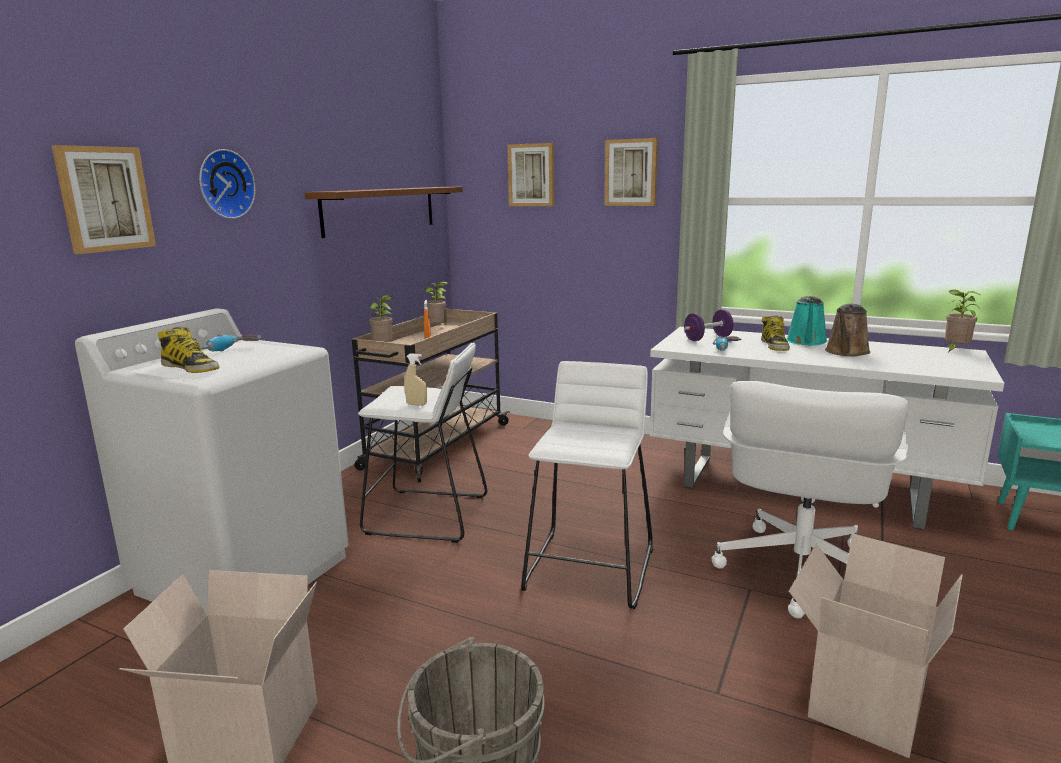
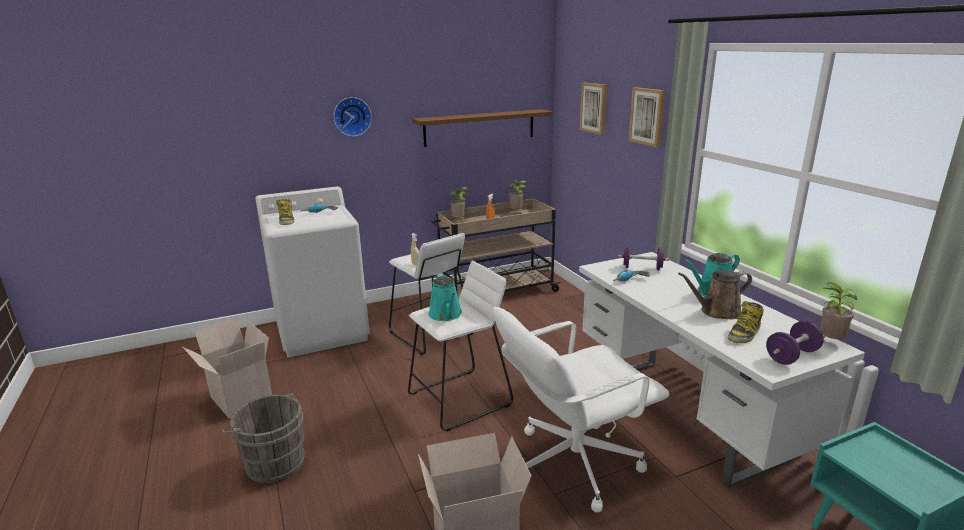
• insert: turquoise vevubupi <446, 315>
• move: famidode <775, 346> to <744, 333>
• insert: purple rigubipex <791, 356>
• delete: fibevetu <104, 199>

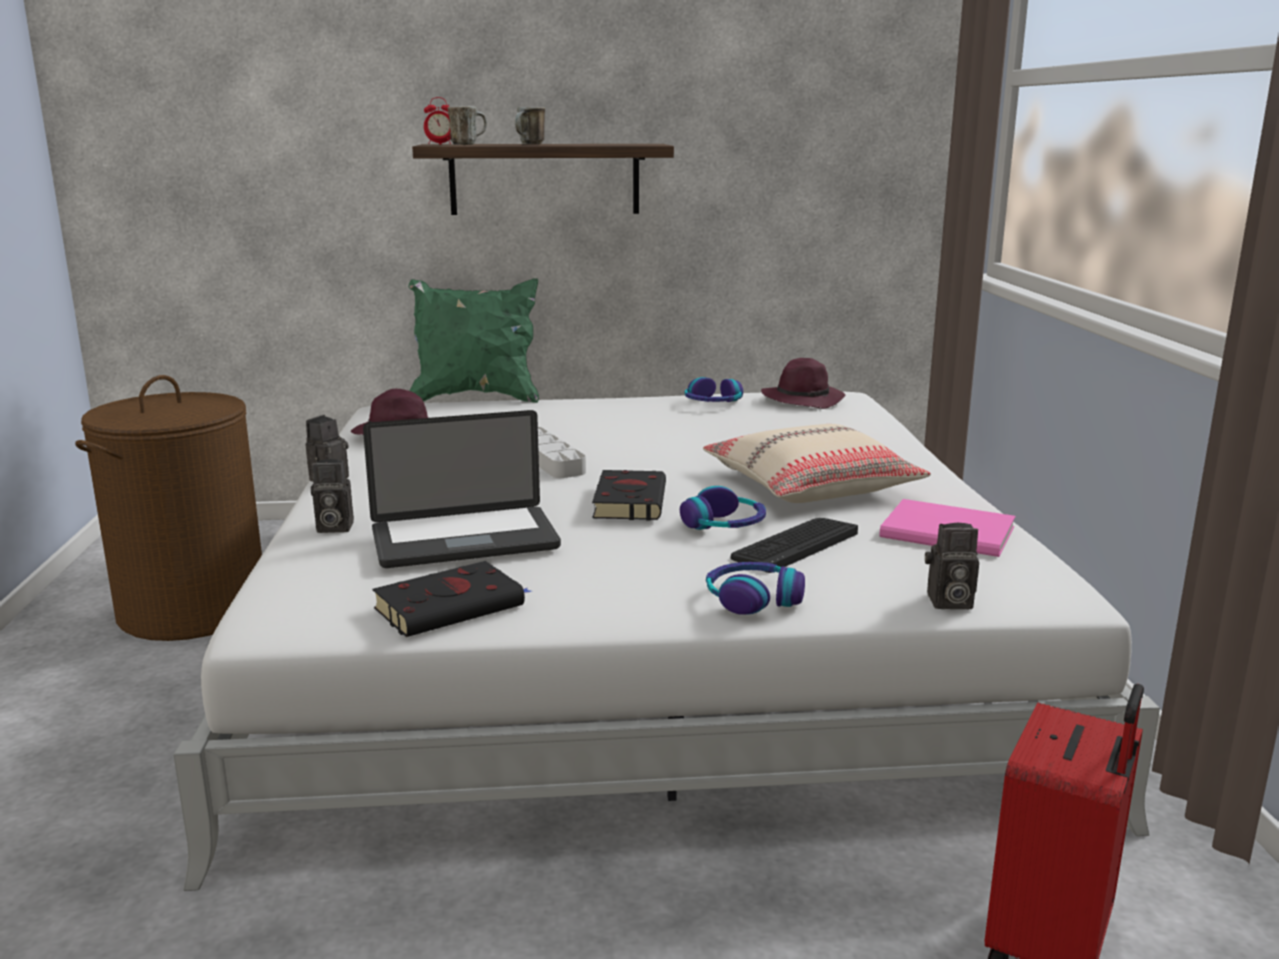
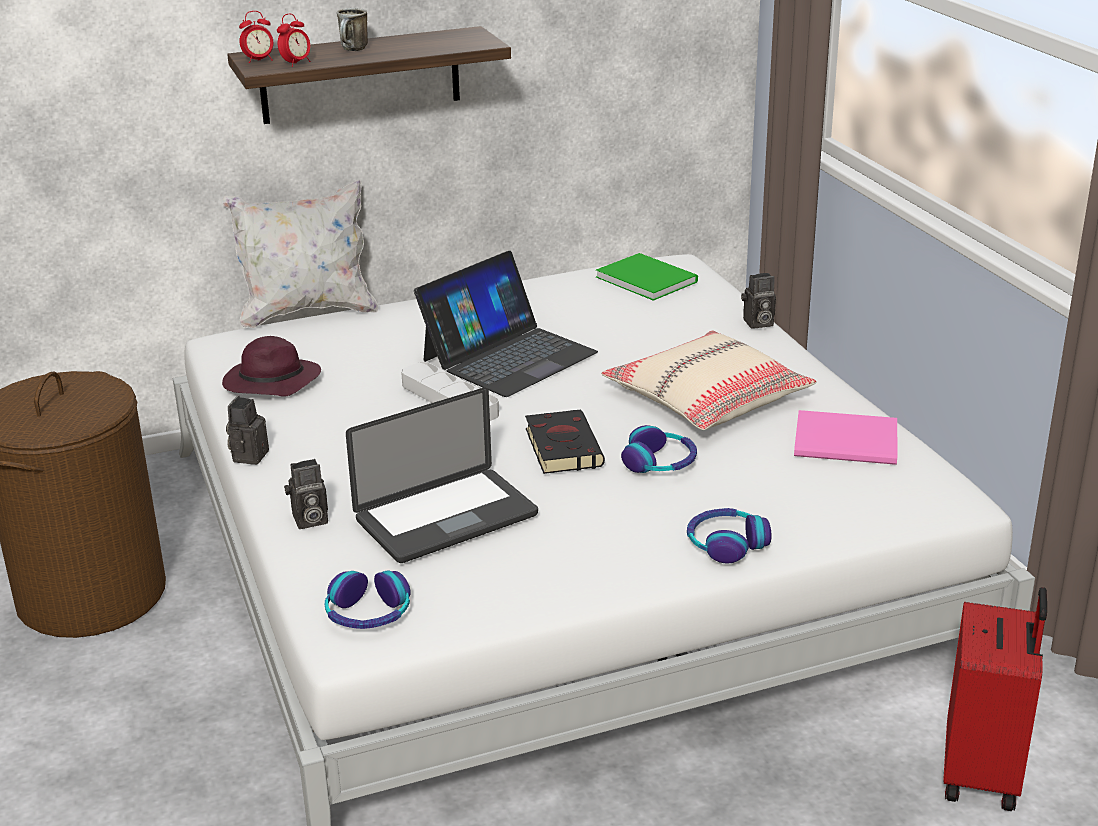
• recolor: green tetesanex <476, 397> to white tetesanex <307, 312>
• replace: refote <468, 144> to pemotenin <296, 63>
• move: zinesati <713, 403> to <368, 614>
• insert: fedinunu <508, 356>
• replace: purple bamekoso <803, 399> to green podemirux <646, 278>
• move: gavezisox <947, 602> to <757, 323>
• delete: black podemirux <453, 606>
• delete: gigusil <794, 545>

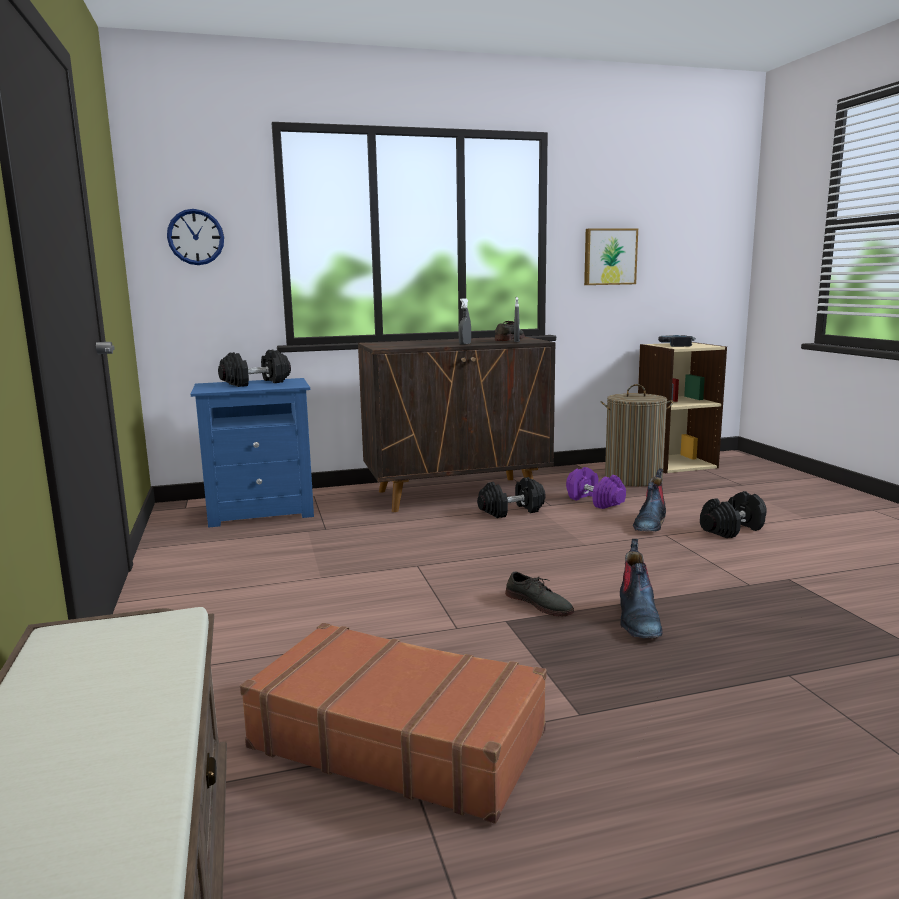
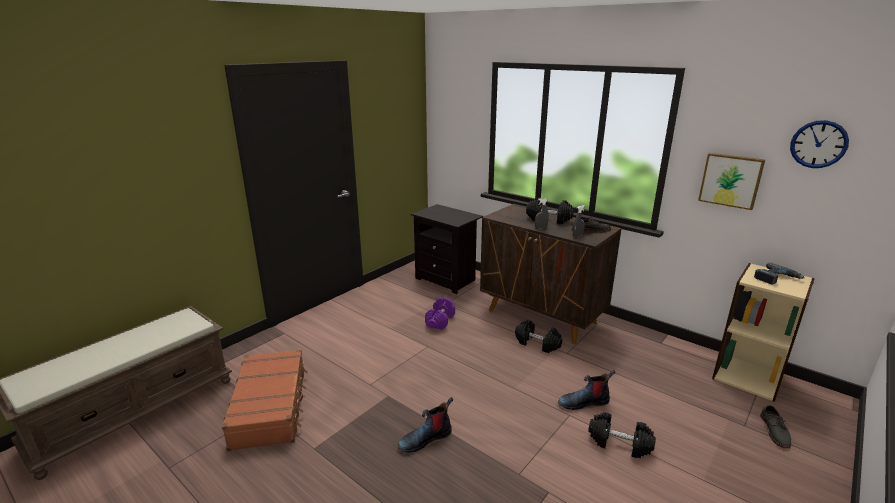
• recolor: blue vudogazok <262, 511> to black vudogazok <447, 279>
• move: purple rigubipex <595, 501> to <440, 321>
• move: black rigubipex <256, 383> to <549, 219>
• move: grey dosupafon <539, 603> to <775, 431>
• move: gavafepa <195, 237> to <818, 144>
• delete: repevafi <633, 479>

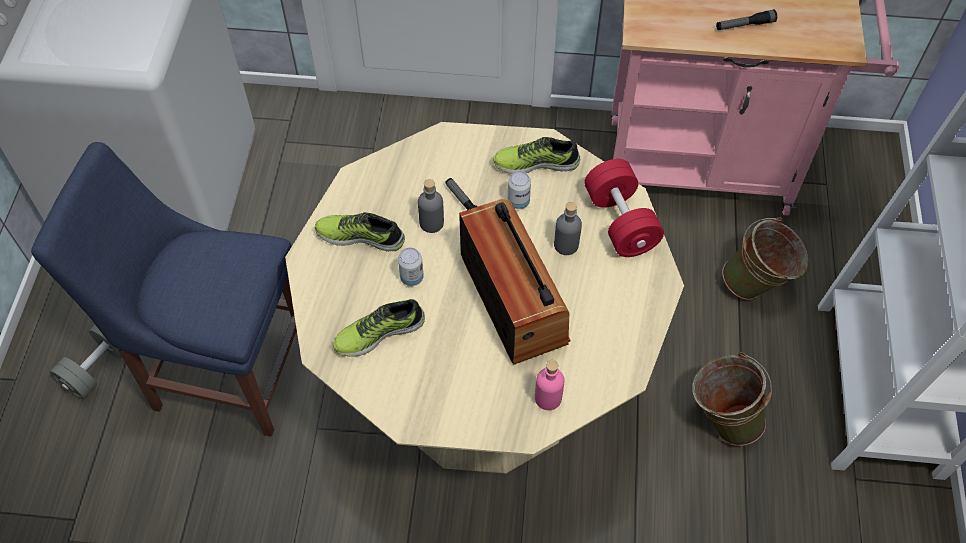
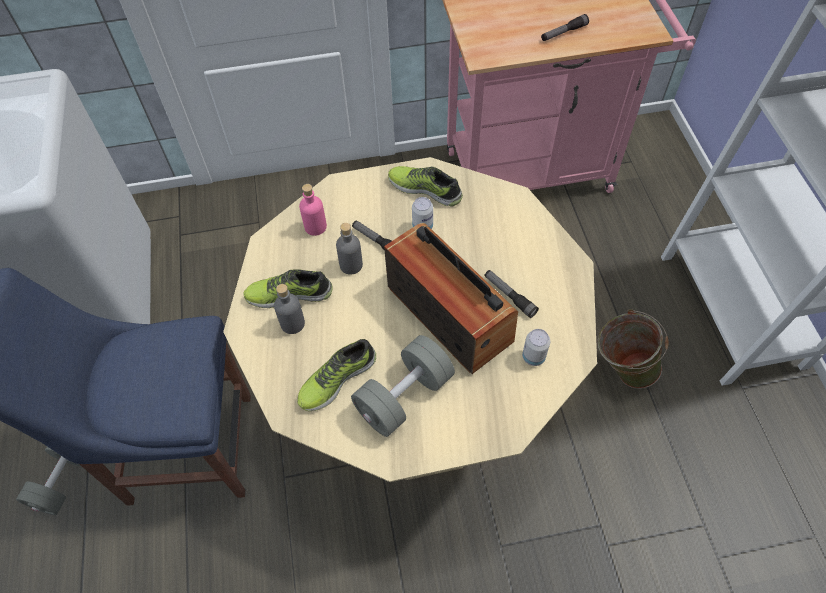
• move: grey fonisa <566, 245> to <292, 323>
• move: pink fonisa <548, 398> to <315, 227>
• insert: grey rigubipex <404, 396>
• rotate: dosupafon <536, 162> = <425, 189> 45 degrees clockwise
• insert: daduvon <509, 296>
• move: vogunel <412, 277> to <533, 357>
• delete: red rigubipex <620, 222>
• delete: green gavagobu <757, 286>

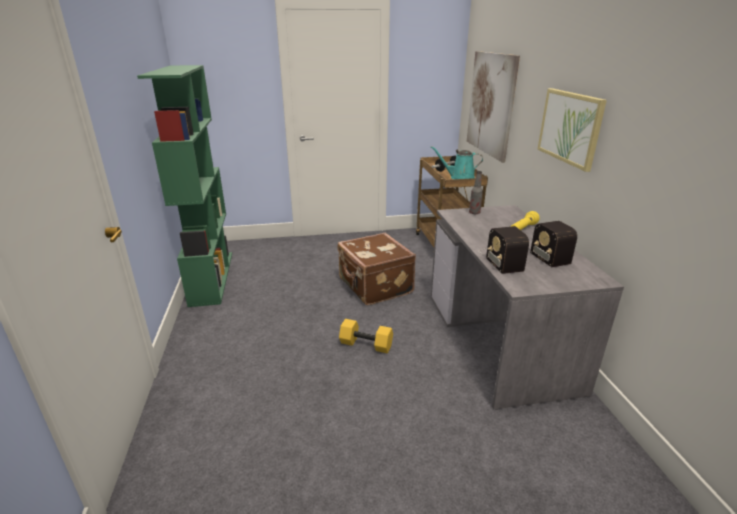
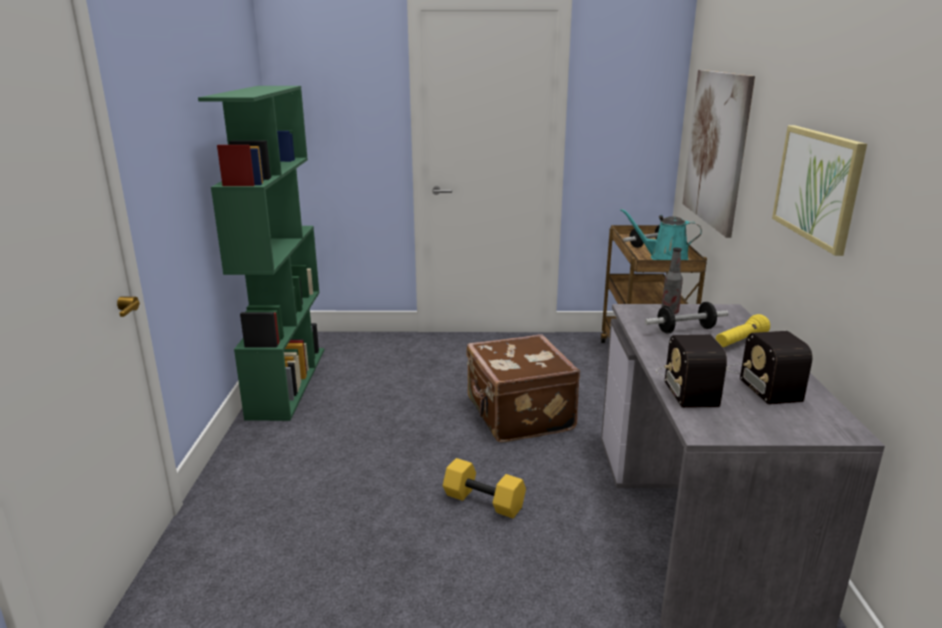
• insert: rigubipex <685, 330>

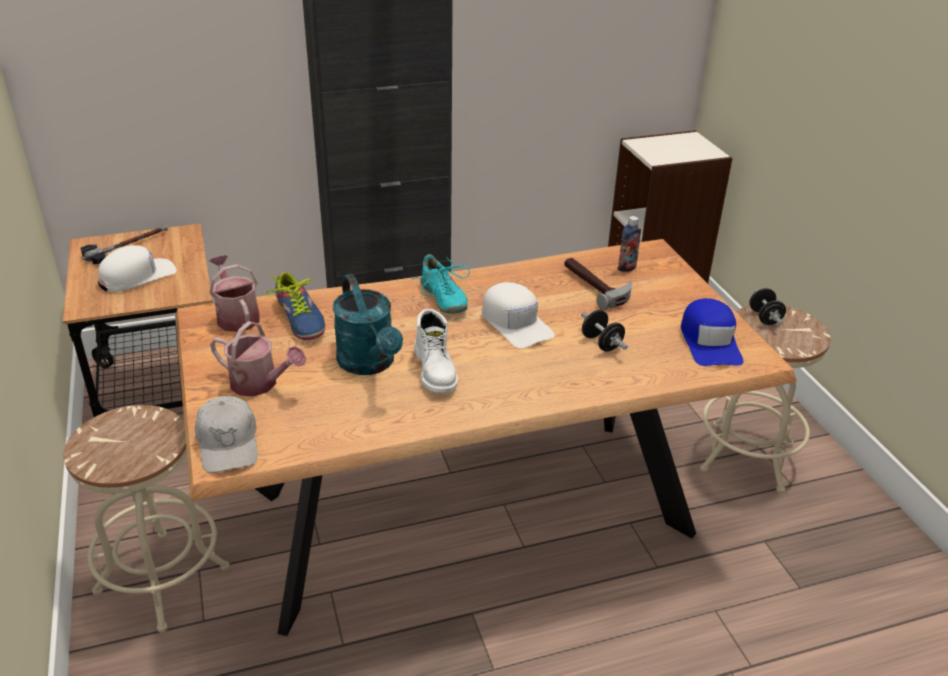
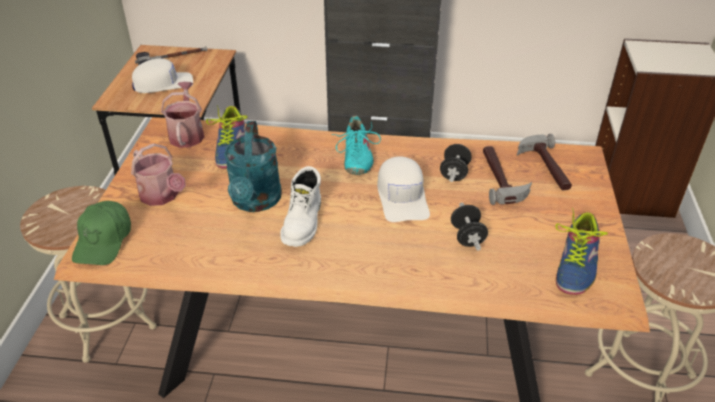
• recolor: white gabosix <228, 443> to green gabosix <104, 241>
• move: black rigubipex <764, 318> to <454, 173>
• replace: fonisa <627, 268> to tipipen <544, 168>
• replace: blue gabosix <709, 341> to dosupafon <576, 264>

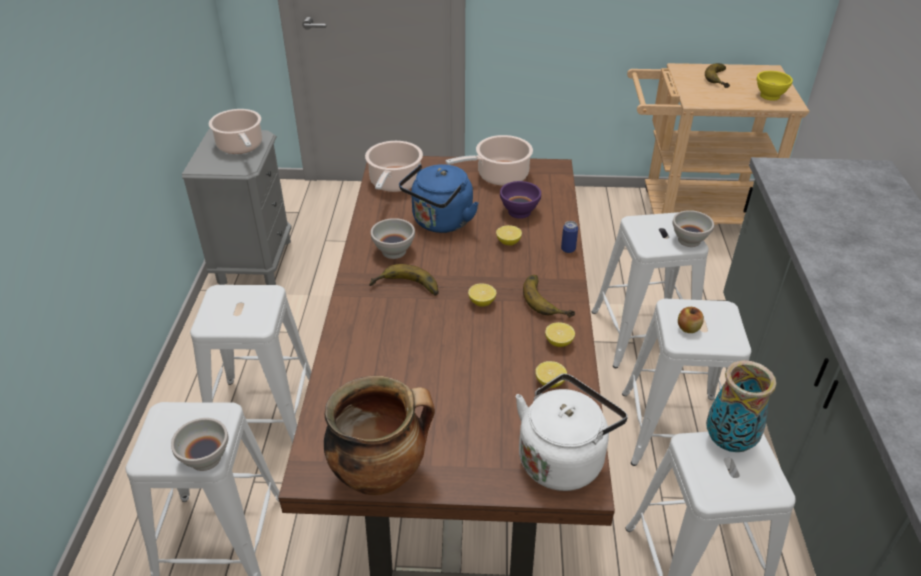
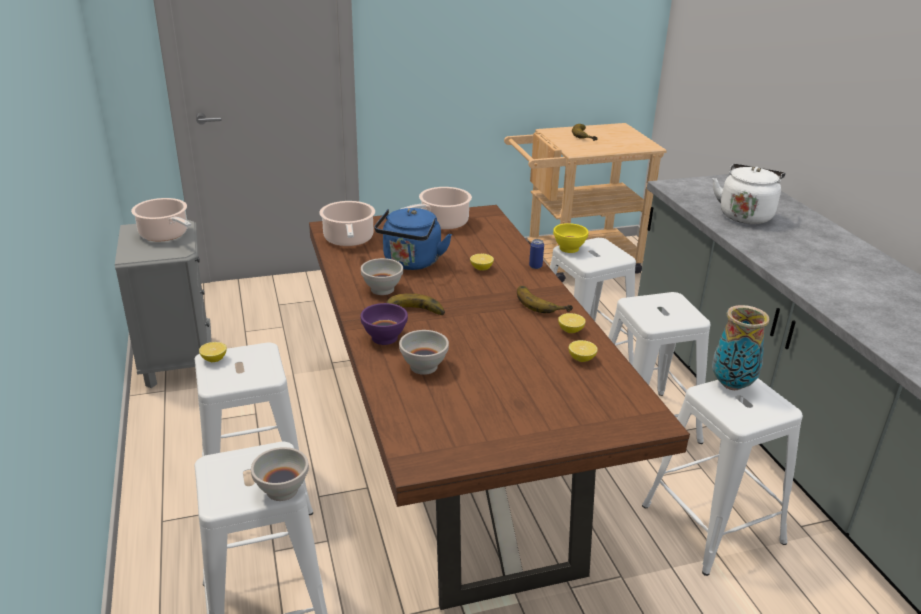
• move: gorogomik <481, 302> to <214, 359>
• move: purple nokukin <519, 211> to <384, 337>
• move: white nokukin <688, 240> to <423, 366>
• move: yellow nokukin <770, 96> to <569, 248>
• move: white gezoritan <563, 458> to <745, 215>
• delete: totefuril <381, 473>
• delete: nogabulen <688, 328>

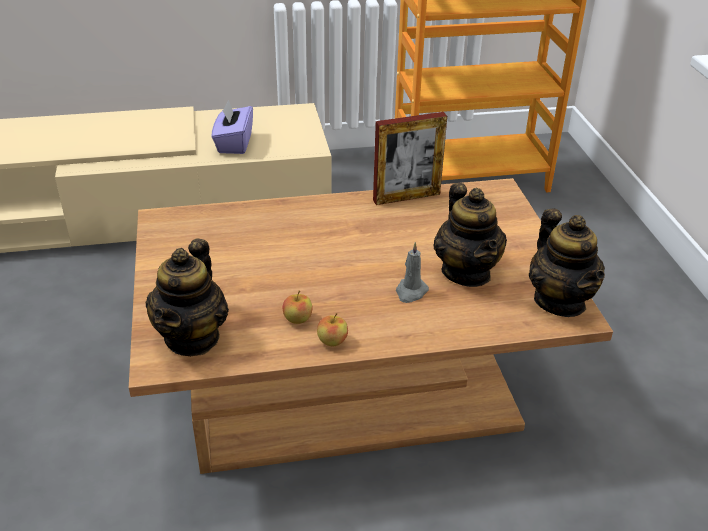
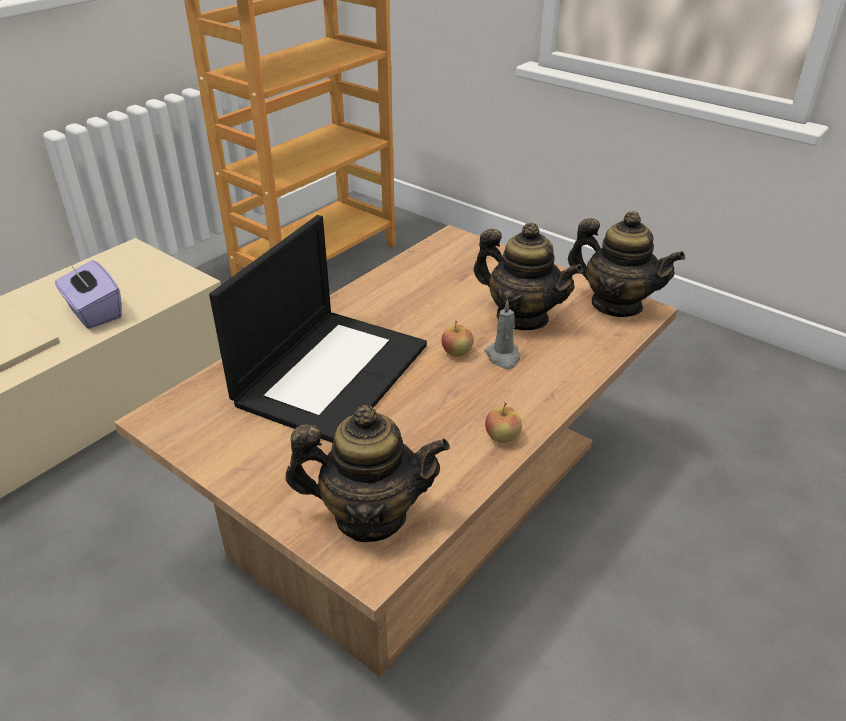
• insert: fedinunu <332, 372>
• rotate: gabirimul <192, 337> = <370, 516> 60 degrees counterclockwise
• move: nogabulen <297, 319> to <456, 353>
• delete: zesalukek <406, 197>

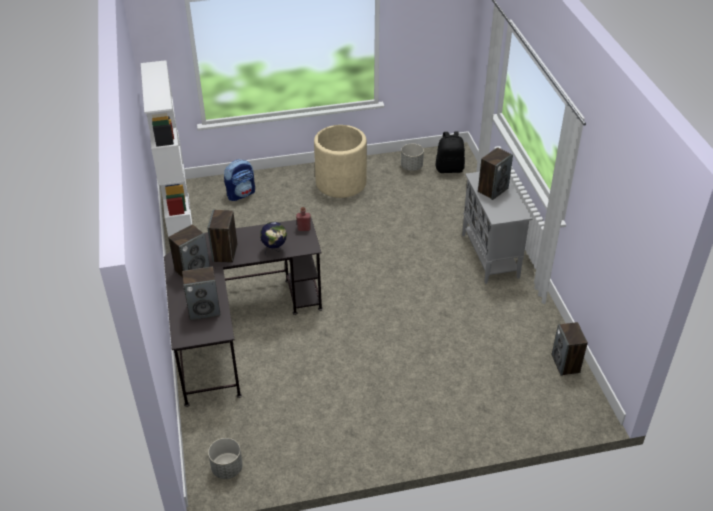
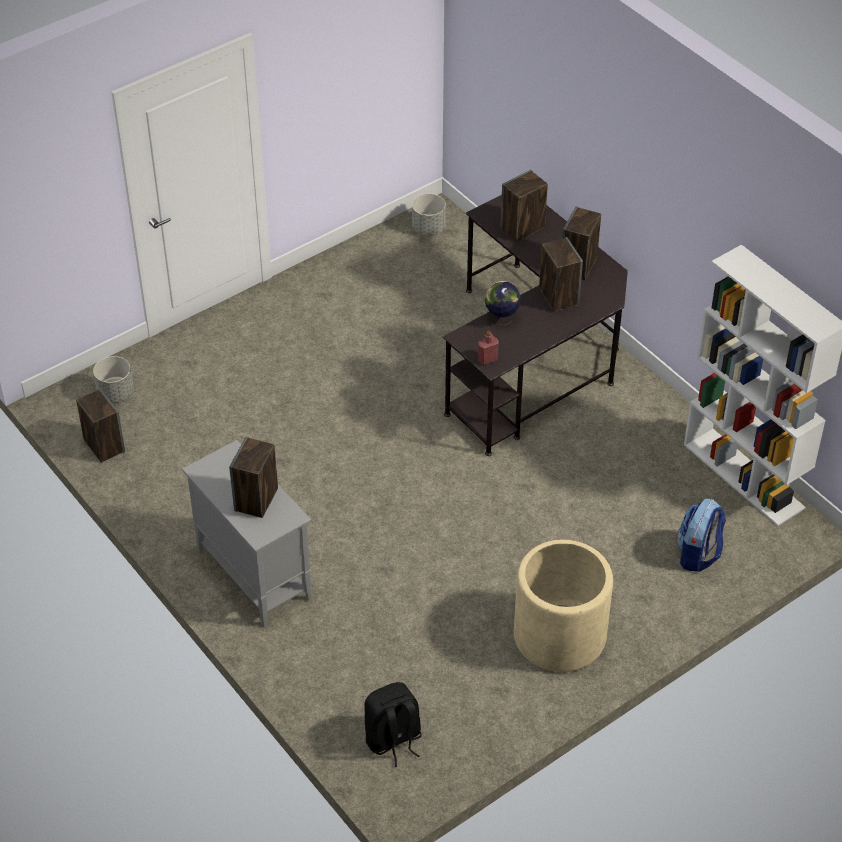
• move: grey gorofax <411, 167> to <116, 393>

